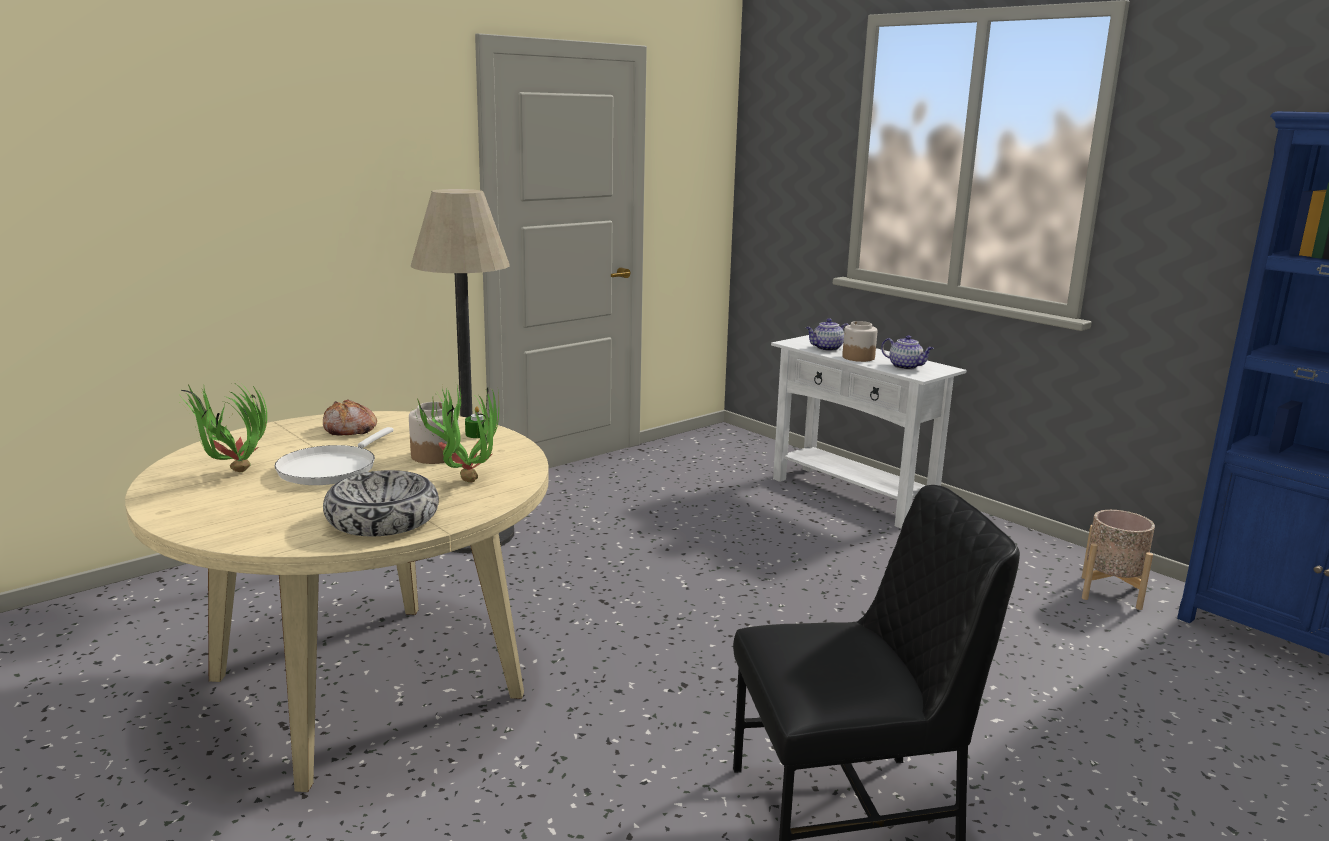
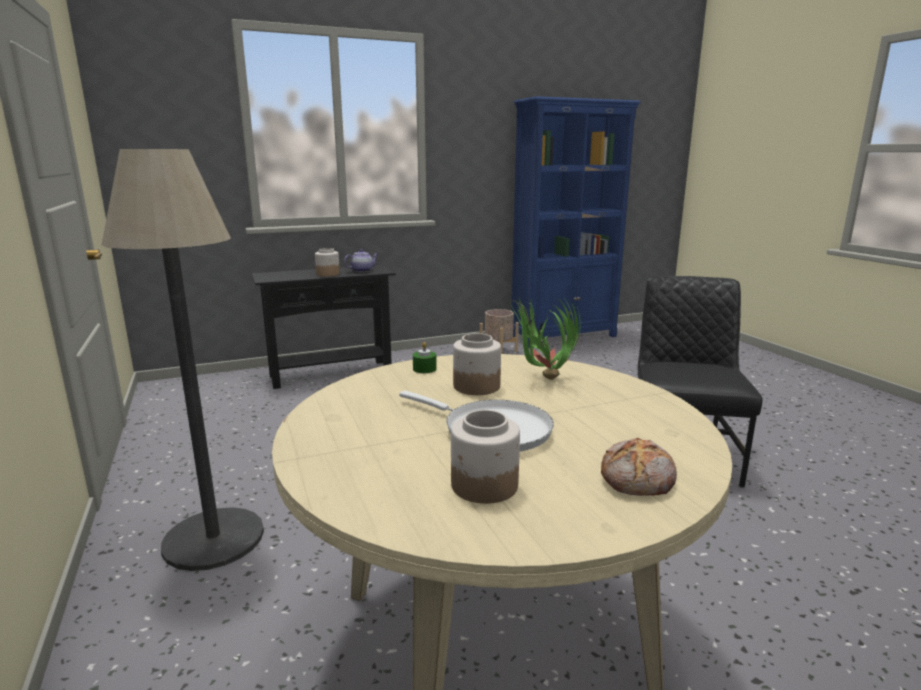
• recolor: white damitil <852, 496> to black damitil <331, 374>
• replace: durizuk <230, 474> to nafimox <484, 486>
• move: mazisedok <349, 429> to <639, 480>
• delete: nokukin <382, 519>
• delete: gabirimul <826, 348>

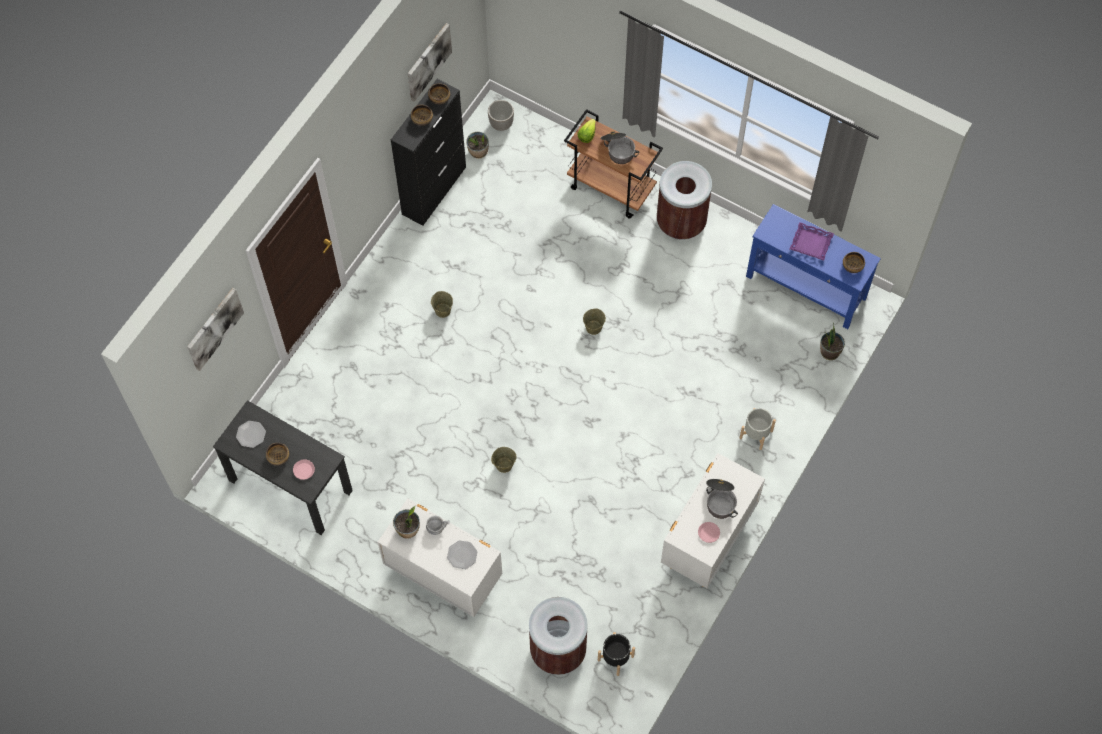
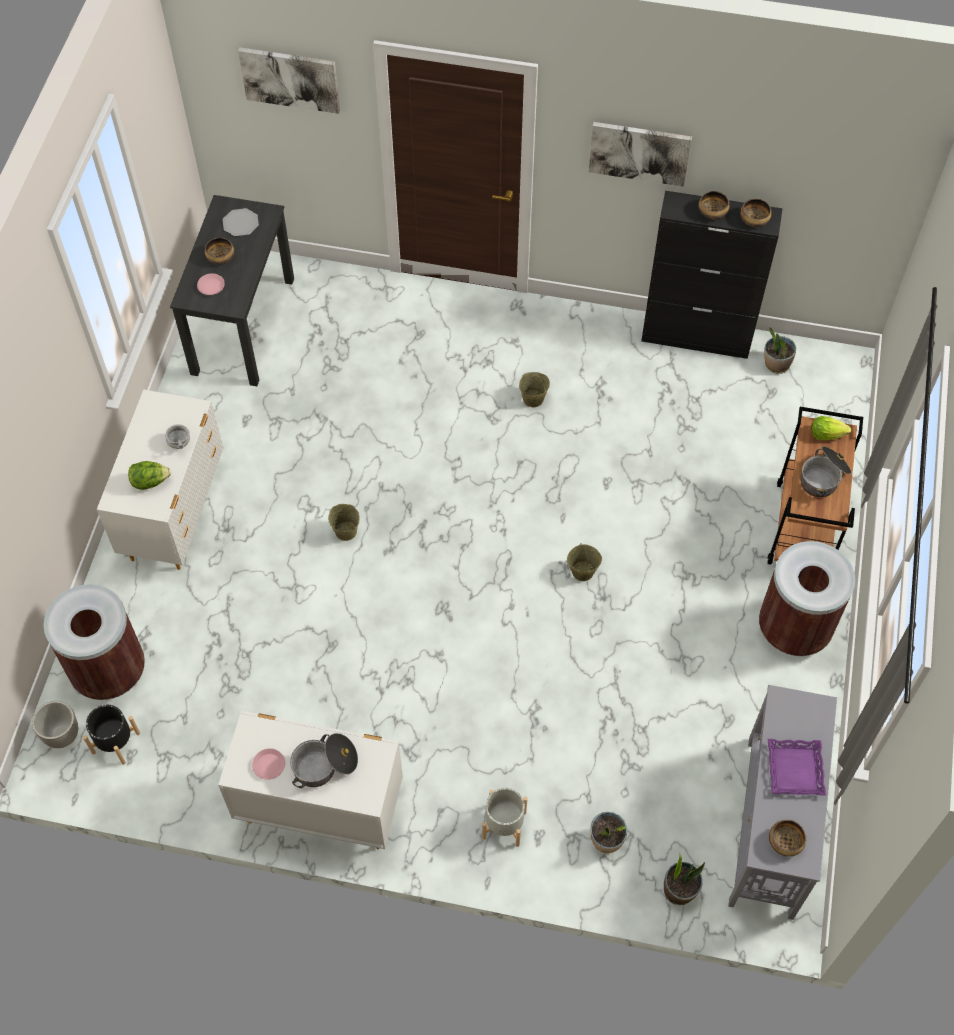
• move: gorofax <501, 124> to <63, 735>
• replace: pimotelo <462, 555> to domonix <150, 482>
• move: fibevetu <428, 61> to <639, 152>
• move: durizuk <408, 529> to <606, 840>
• recolor: blue damitil <806, 288> to grey damitil <769, 826>

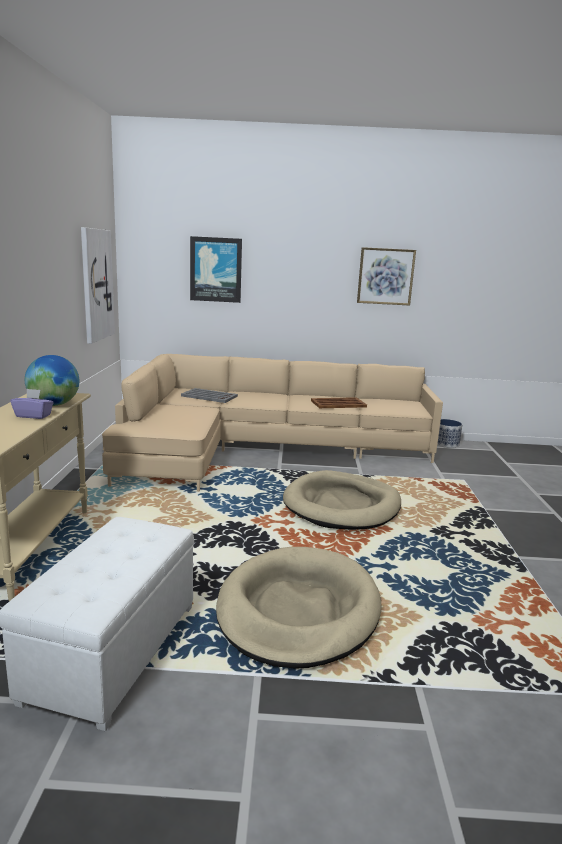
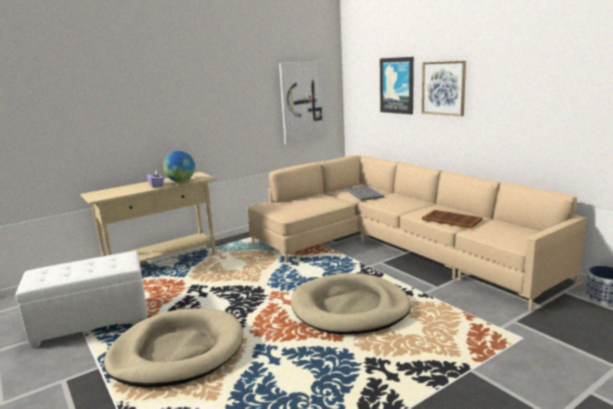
• move: fibevetu <385, 276> to <443, 88>

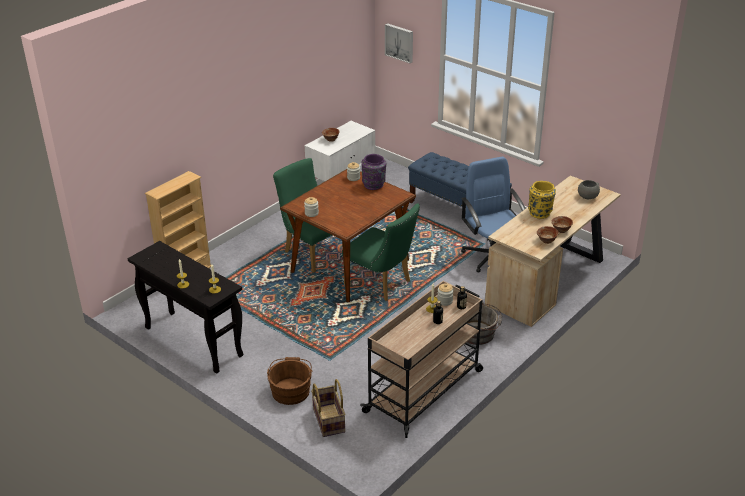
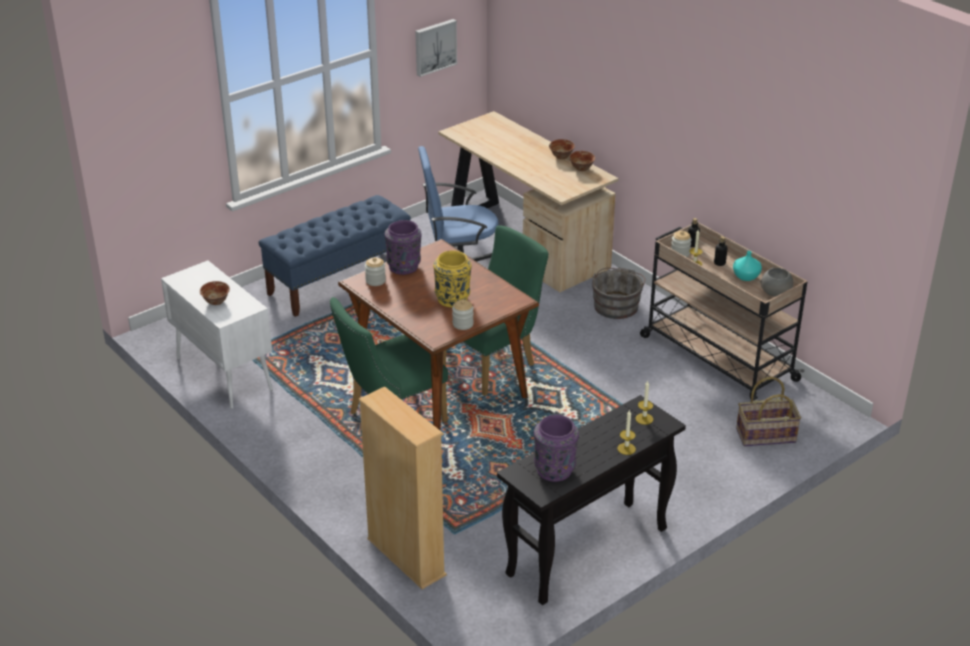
• move: fibevetu <399, 42> to <434, 46>
• move: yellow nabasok <540, 213> to <452, 298>
• insert: purple nabasok <554, 469>
• insert: turquoise nabasok <745, 276>
• move: grey nokukin <587, 197> to <775, 293>
• delete: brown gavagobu <291, 390>

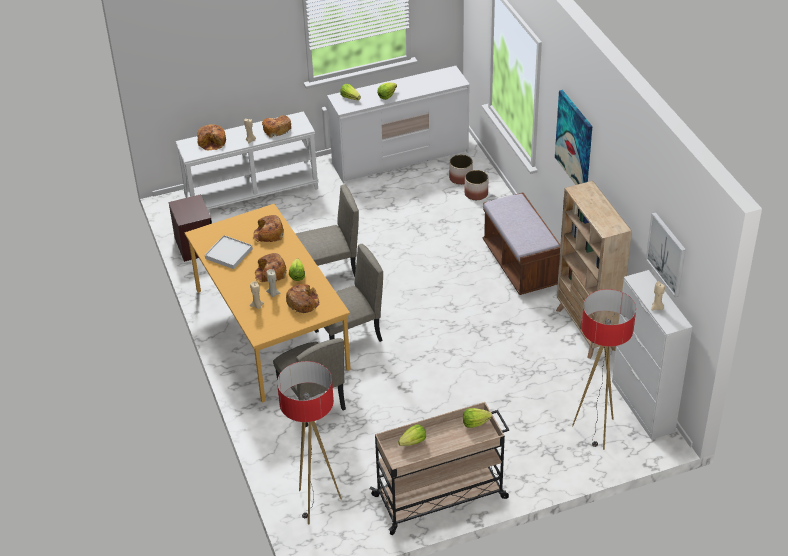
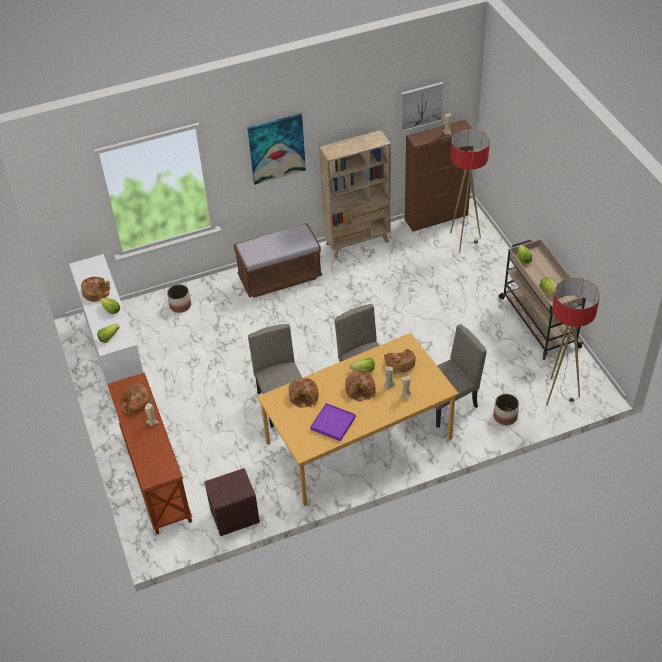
• move: mazisedok <212, 142> to <96, 292>
• recolor: white damitil <252, 193> to brown damitil <154, 475>
• recolor: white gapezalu <229, 253> to purple gapezalu <333, 423>
• recolor: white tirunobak <643, 406> to brown tirunobak <436, 217>
• move: gorofax <460, 178> to <505, 416>

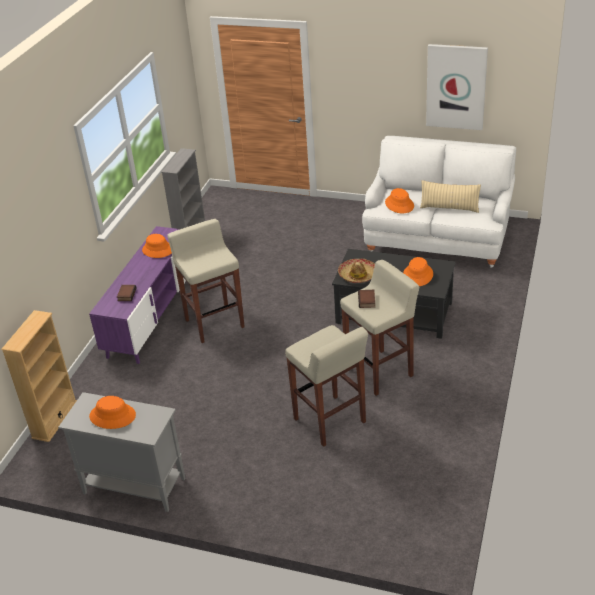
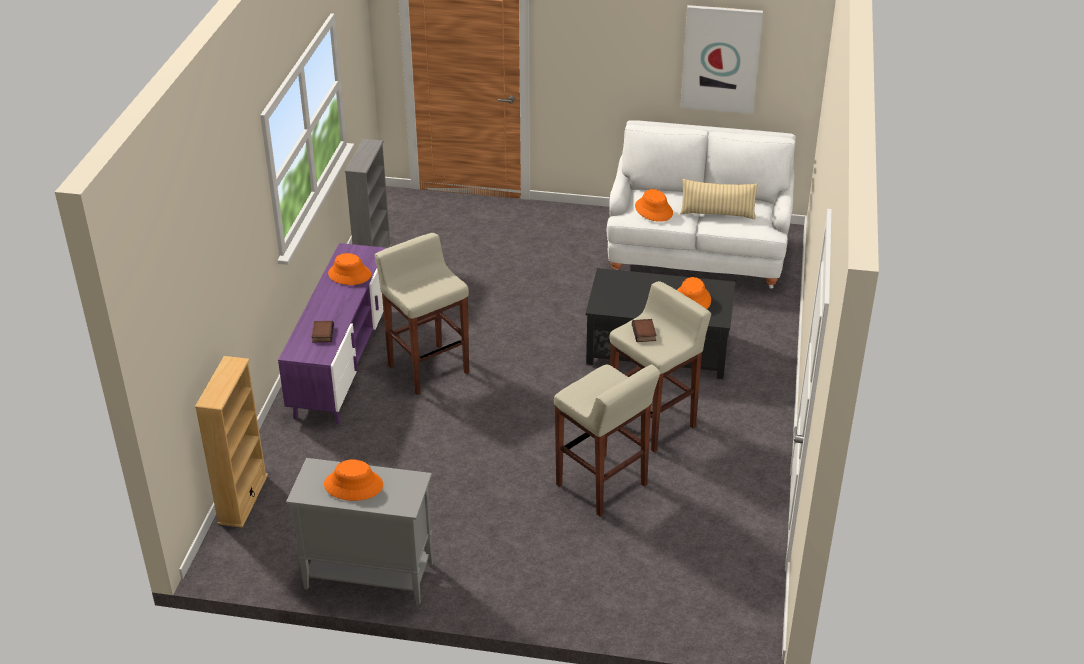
• delete: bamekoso <357, 275>

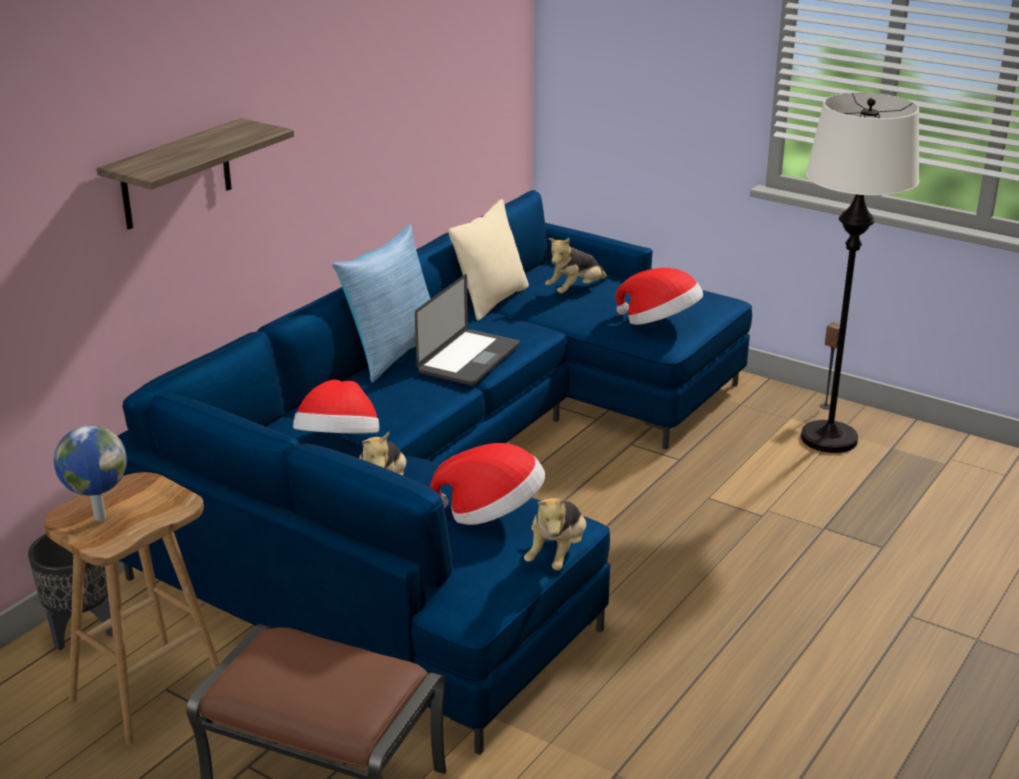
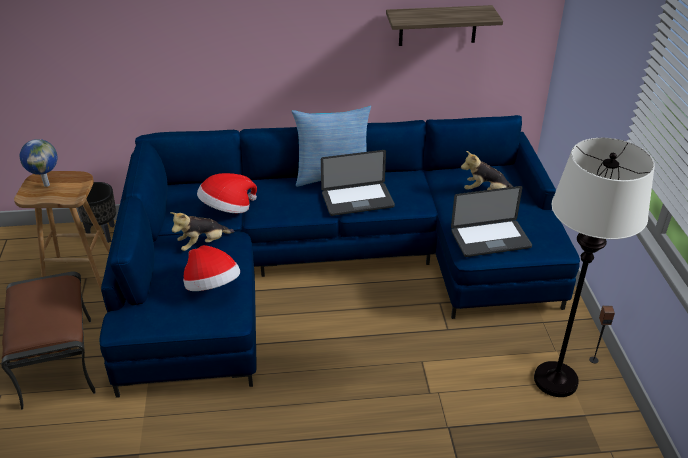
• move: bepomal <176, 175> to <438, 25>
• replace: bamekoso <660, 323> to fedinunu <490, 239>
• delete: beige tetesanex <491, 300>
• delete: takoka <557, 554>

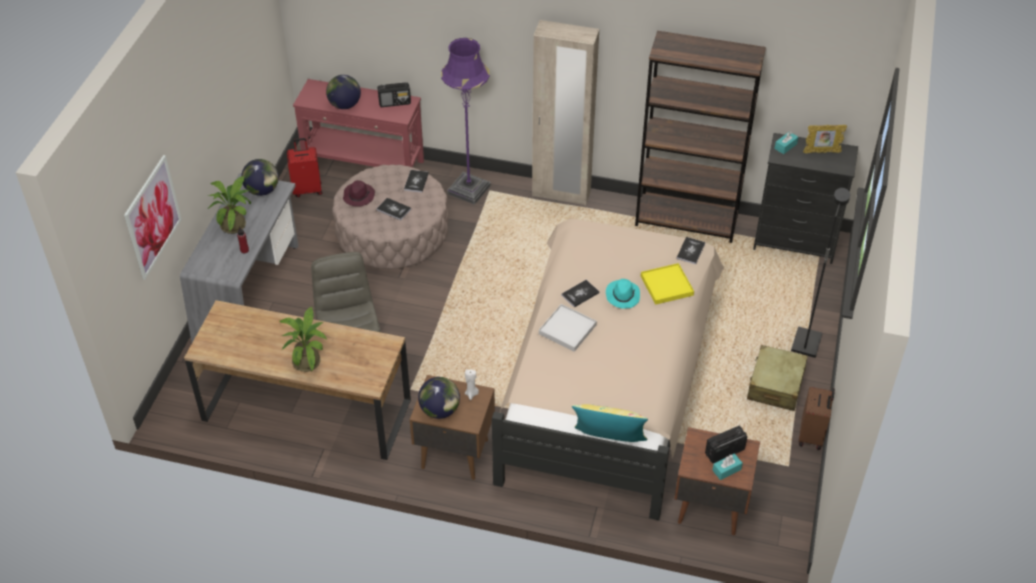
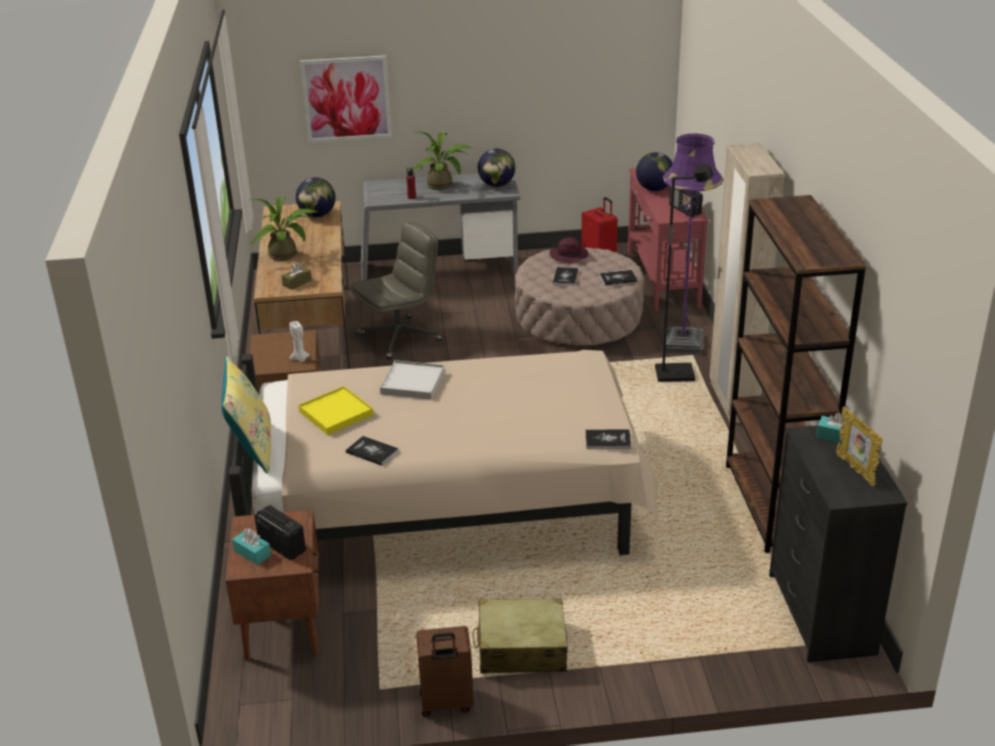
• insert: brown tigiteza <297, 283>
• move: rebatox <440, 410> to <317, 215>
• move: yellow gapezalu <666, 285> to <336, 413>
• move: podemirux <580, 294> to <372, 452>
• move: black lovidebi <805, 343> to <675, 374>
• delete: turquoise bamekoso <622, 295>

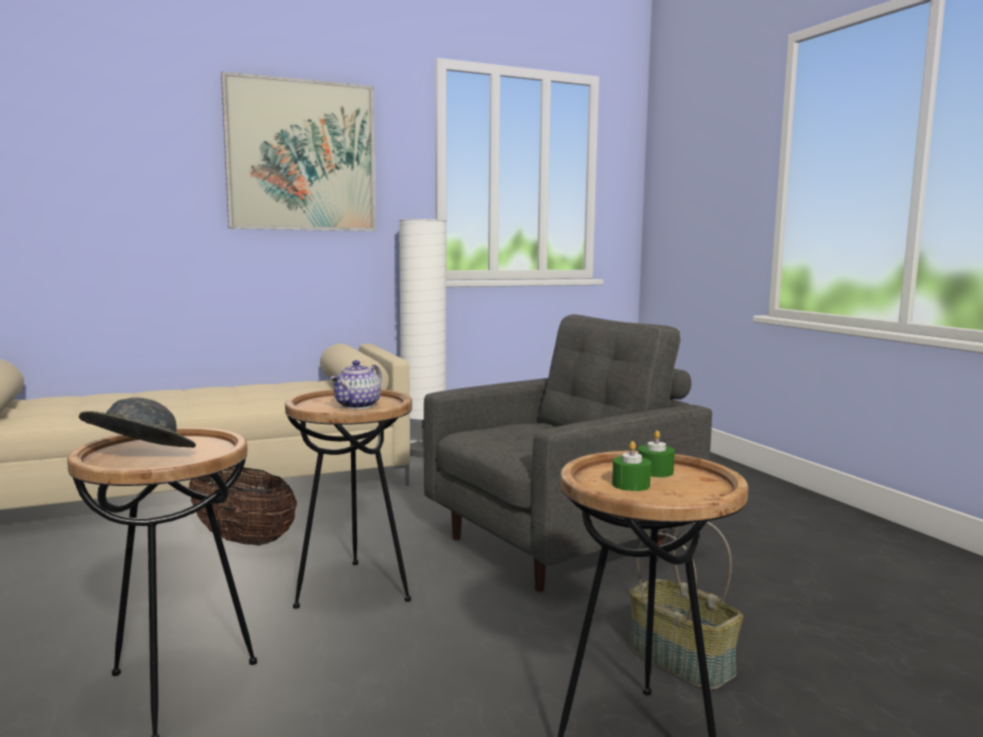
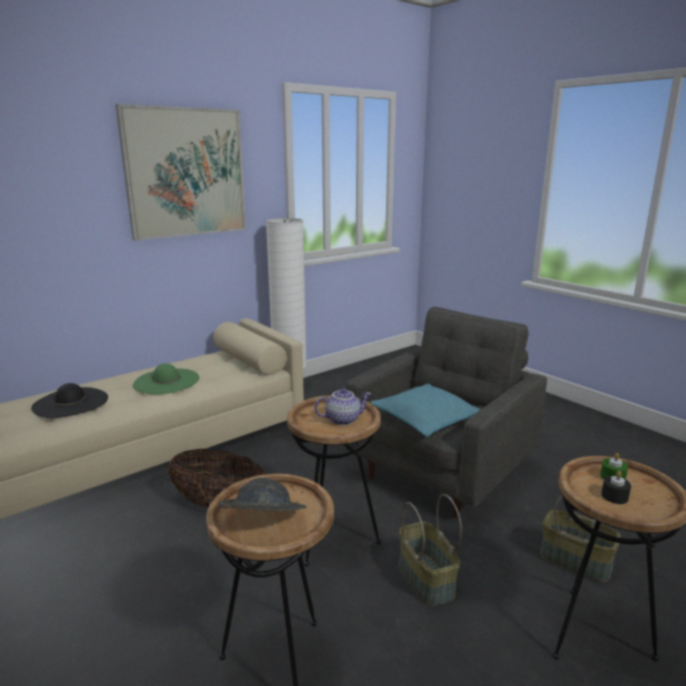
• insert: black bamekoso <70, 402>
• insert: green bamekoso <166, 381>
• rotate: gabirimul <358, 406> = <343, 419> 120 degrees counterclockwise
• insert: turquoise tetesanex <426, 419>
• insert: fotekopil <425, 578>
• recolor: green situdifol <631, 484> to black situdifol <614, 496>

